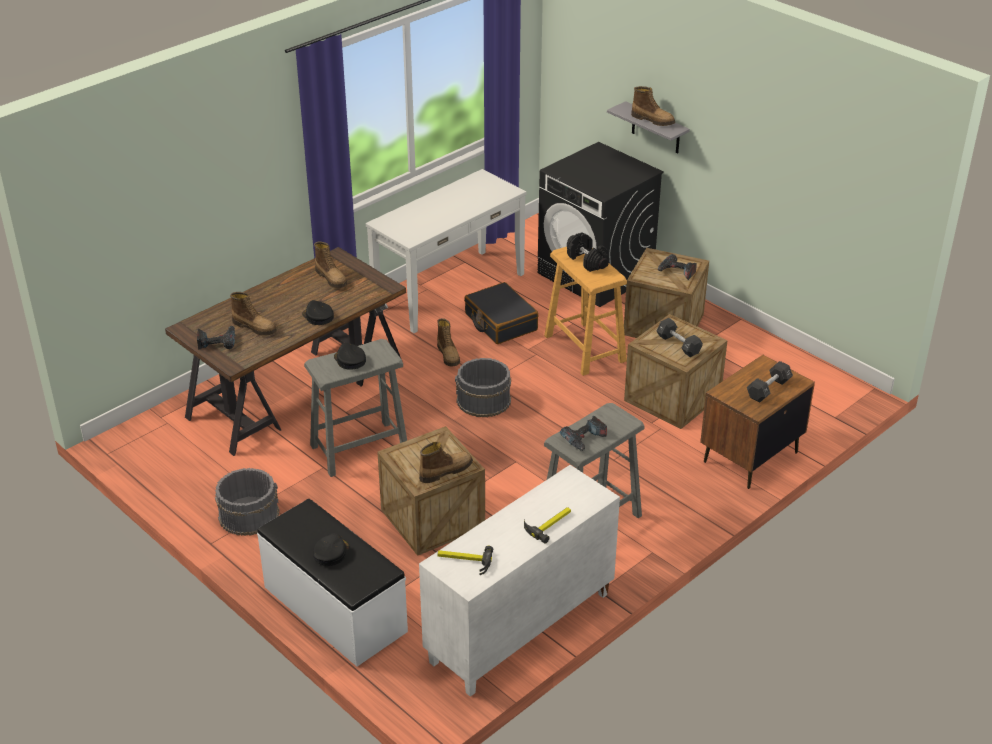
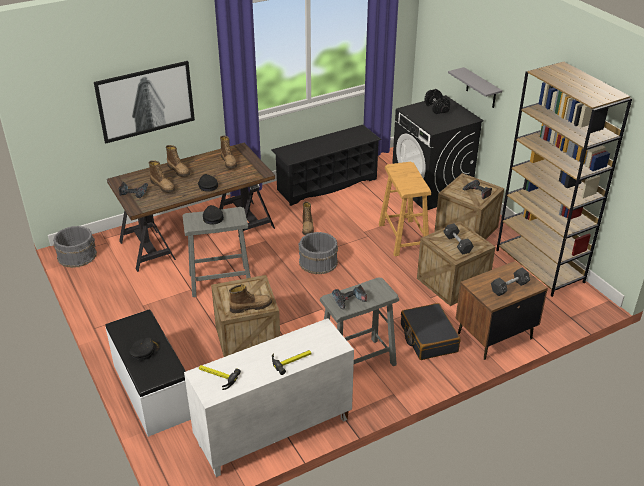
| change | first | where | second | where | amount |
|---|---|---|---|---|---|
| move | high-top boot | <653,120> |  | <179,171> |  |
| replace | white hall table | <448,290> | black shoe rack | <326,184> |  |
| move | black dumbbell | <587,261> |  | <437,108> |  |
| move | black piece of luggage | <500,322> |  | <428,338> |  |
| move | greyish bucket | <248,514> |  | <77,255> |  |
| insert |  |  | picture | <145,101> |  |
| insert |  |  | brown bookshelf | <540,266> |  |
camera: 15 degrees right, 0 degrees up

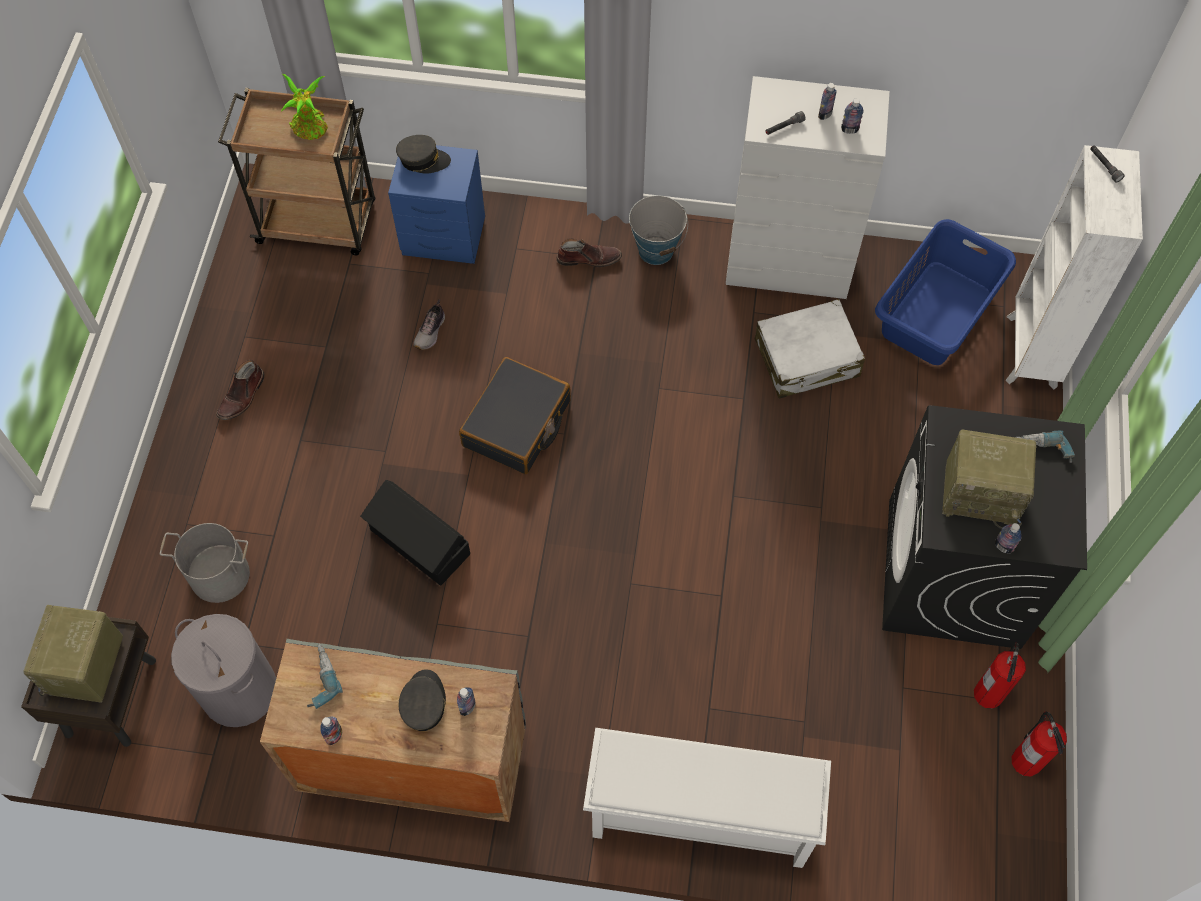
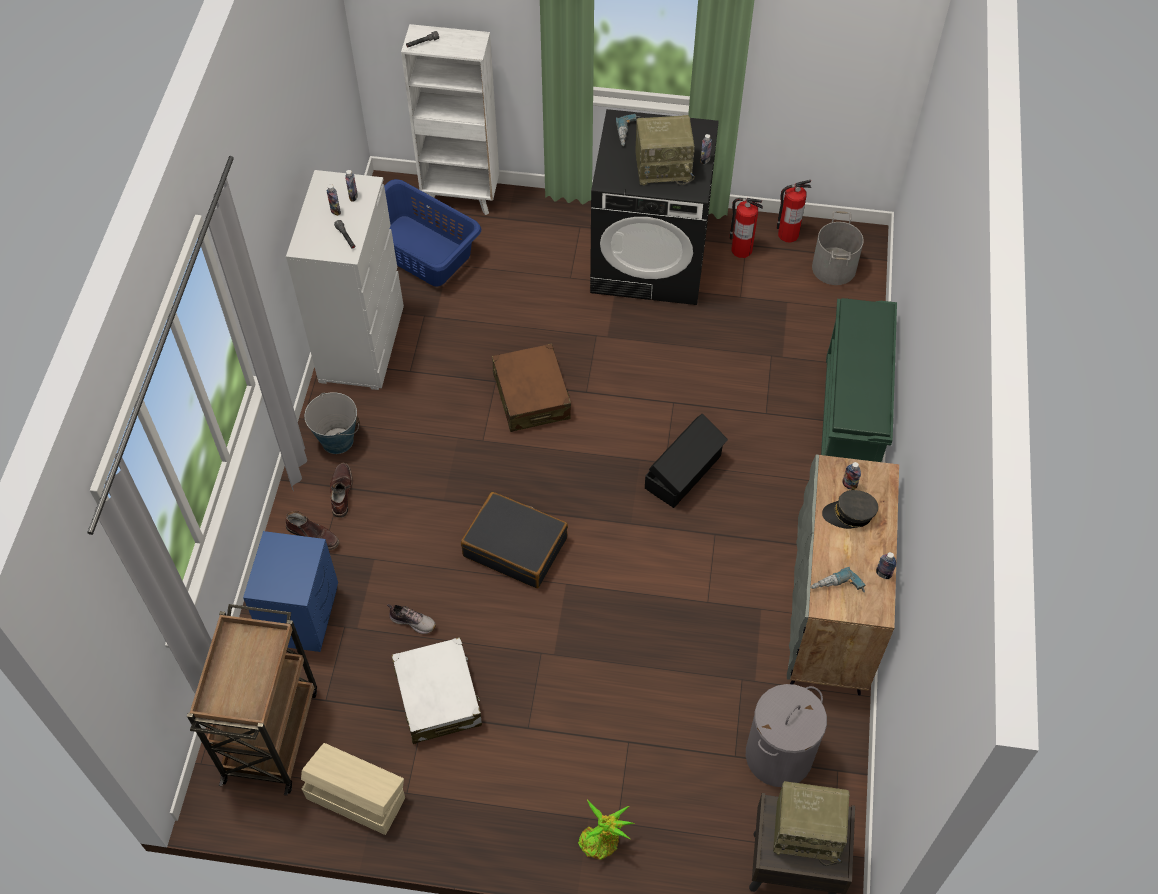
| change | first | where | second | where | amount |
|---|---|---|---|---|---|
| move | plant in a pot | <310,128> |  | <602,840> |  |
| delete | greyish peaked cap | <423,160> |  |  |  |
| move | white piece of luggage | <807,358> |  | <438,696> |  |
| move | brown high-top boot | <242,396> |  | <313,535> |  |
| rotate | radio | <981,493> |  | <664,167> | 75 degrees clockwise |
| move | black storage container | <419,544> |  | <684,472> |  |
| move | greyish bucket | <219,575> |  | <834,268> |  |
| recolor | white shoe rack | <698,818> | green shoe rack | <850,422> |  |
| insert |  |  | brown piece of luggage | <531,396> |  |
| insert |  |  | beige-coloured storage container | <355,796> |  |
camera: 90 degrees left, 5 degrees down

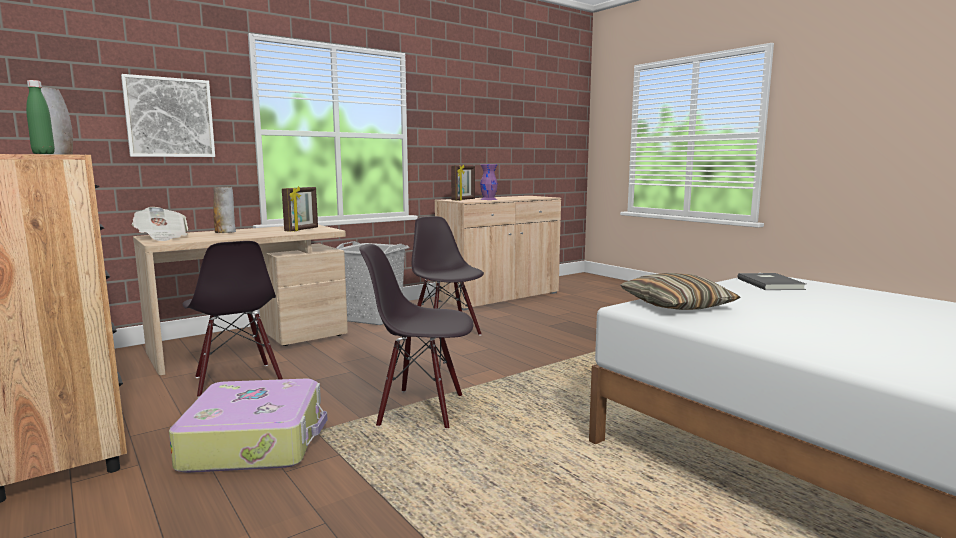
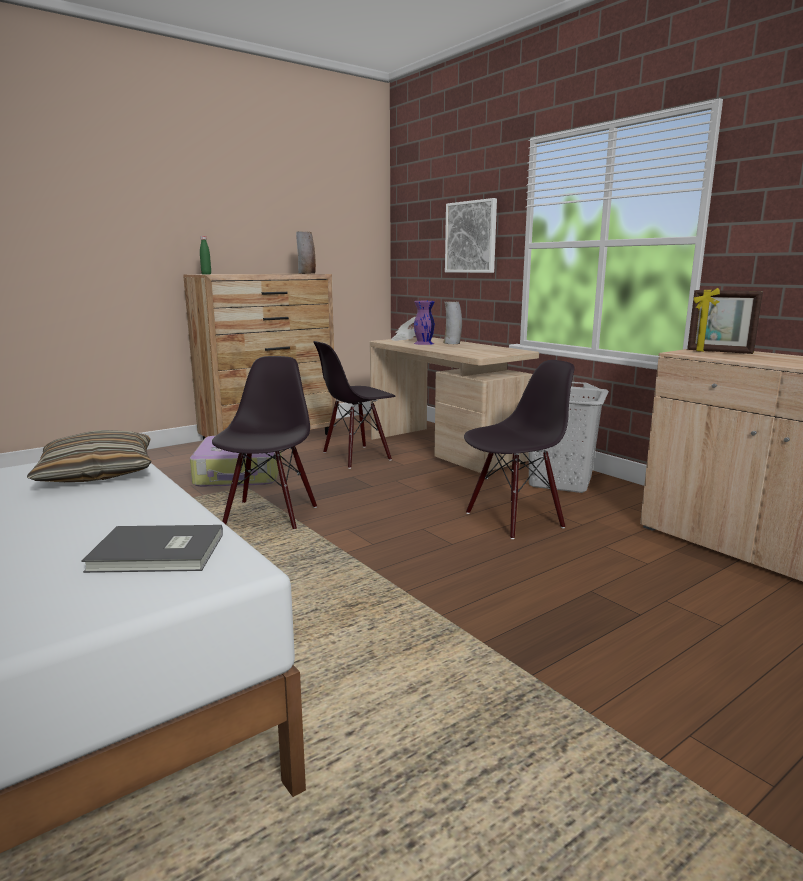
| change | first | where | second | where | amount |
|---|---|---|---|---|---|
| move | purple-coloured flower vase | <489,199> |  | <423,343> |  |
| delete | standing frame | <302,229> |  |  |  |
camera: 90 degrees right, 5 degrees up

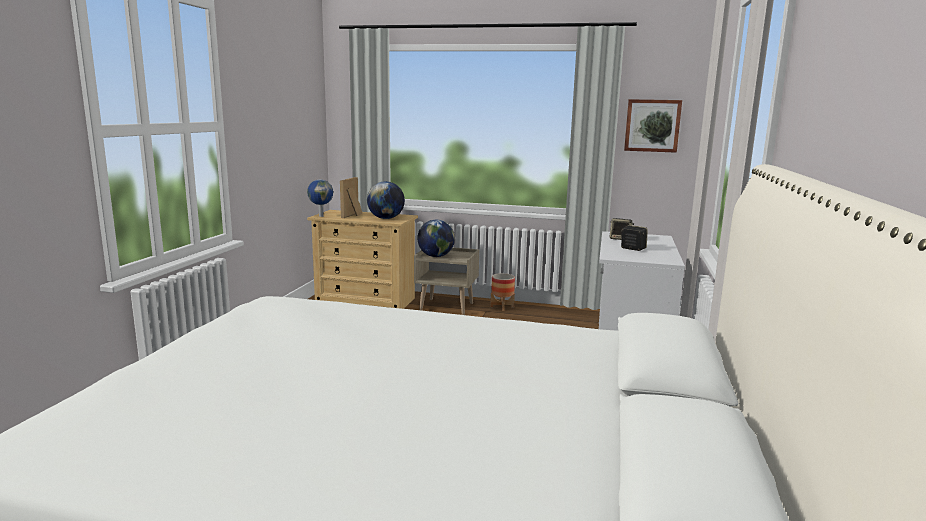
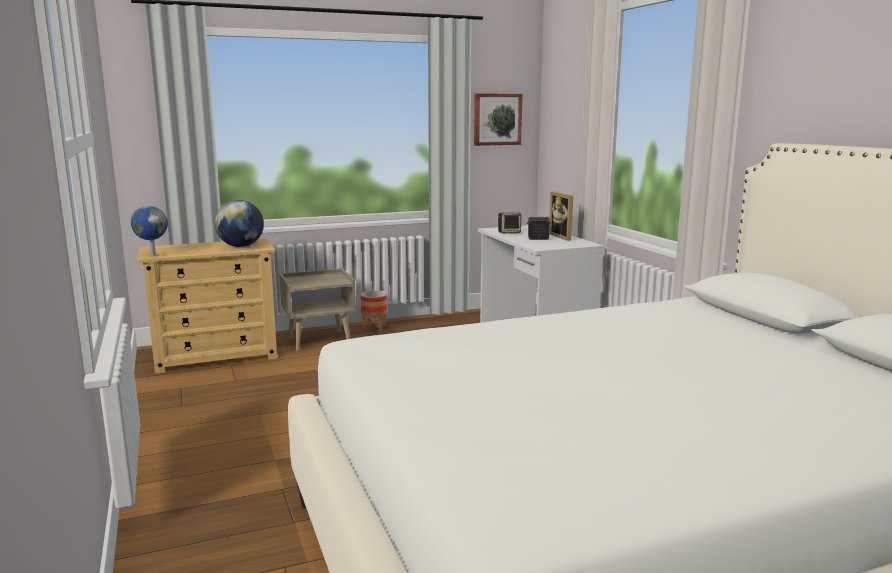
| change | first | where | second | where | amount |
|---|---|---|---|---|---|
| move | standing frame | <353,215> |  | <564,236> |  |
| delete | desk globe | <436,256> |  |  |  |
camera: 35 degrees left, 0 degrees up

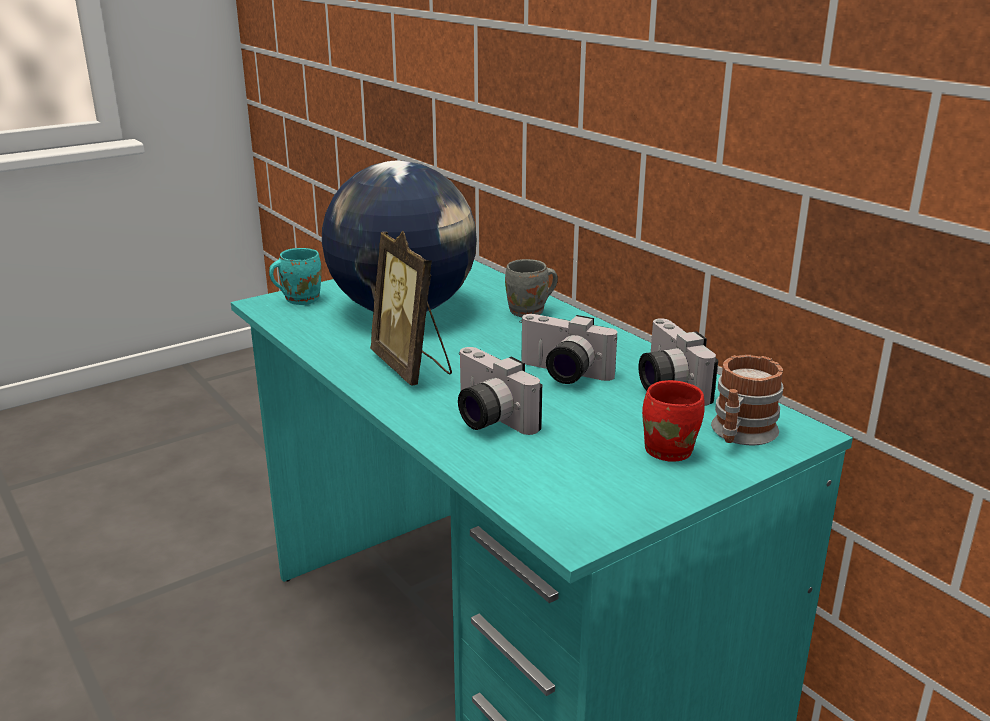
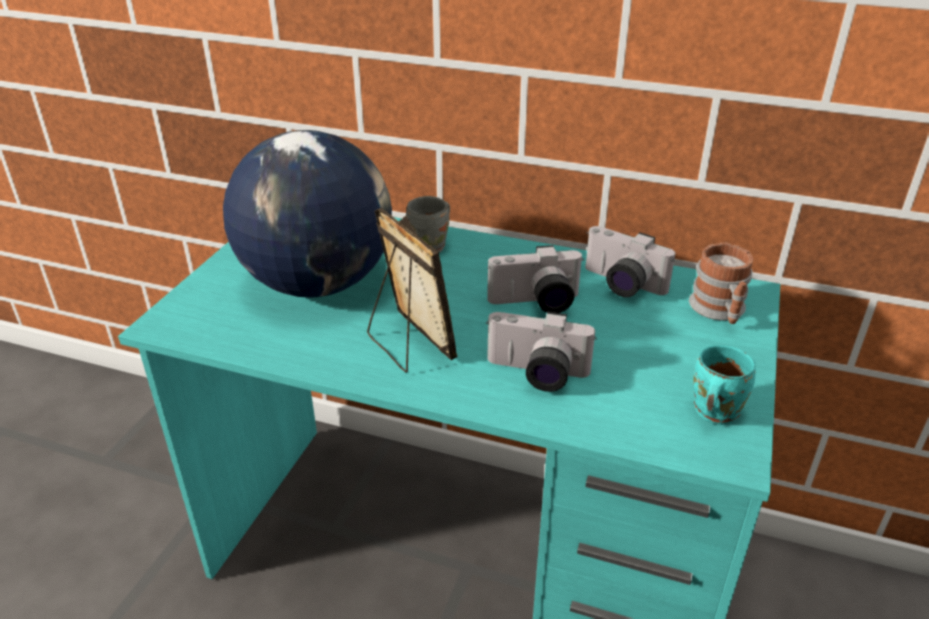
| change | first | where | second | where | amount |
|---|---|---|---|---|---|
| rotate | standing frame | <412,367> |  | <408,345> | 150 degrees counterclockwise |
| move | turquoise-coloured coffee mug | <299,299> |  | <712,412> |  |
| delete | red coffee mug | <671,449> |  |  |  |
camera: 35 degrees left, 10 degrees up

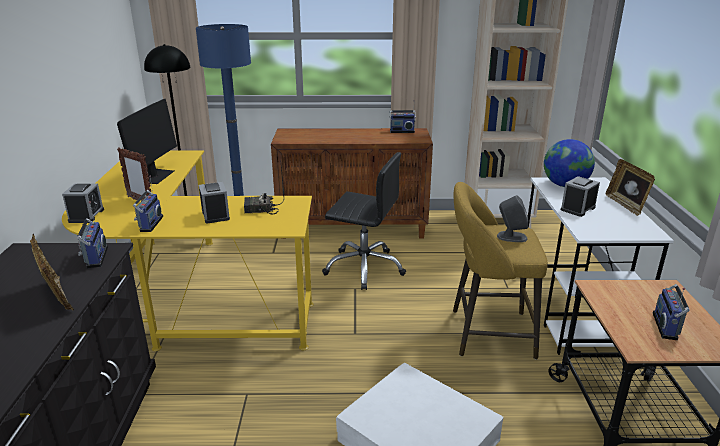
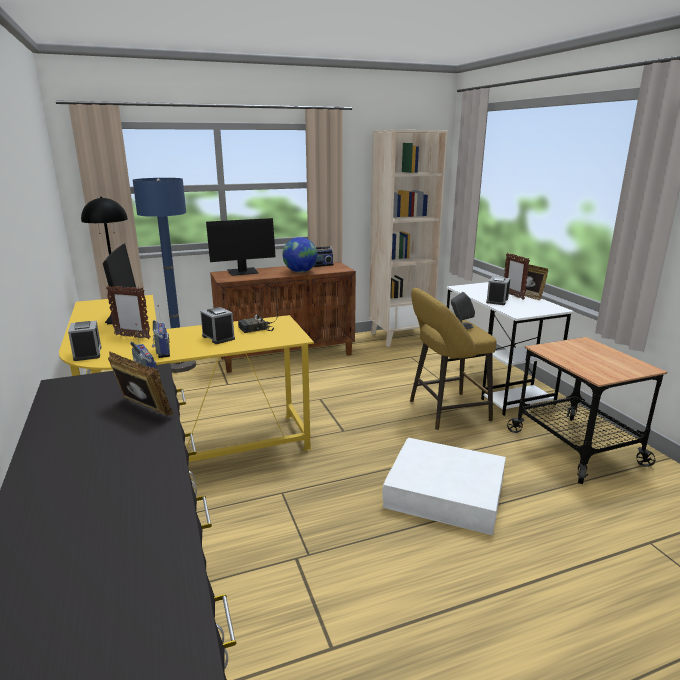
| change | first | where | second | where | amount |
|---|---|---|---|---|---|
| move | desk globe | <565,185> |  | <300,272> |  |
| delete | black computer chair | <364,267> |  |  |  |
| delete | radio | <667,326> |  |  |  |
| insert |  |  | computer screen | <242,272> |  |
| insert |  |  | standing frame | <513,295> |  |
camera: 20 degrees left, 5 degrees down

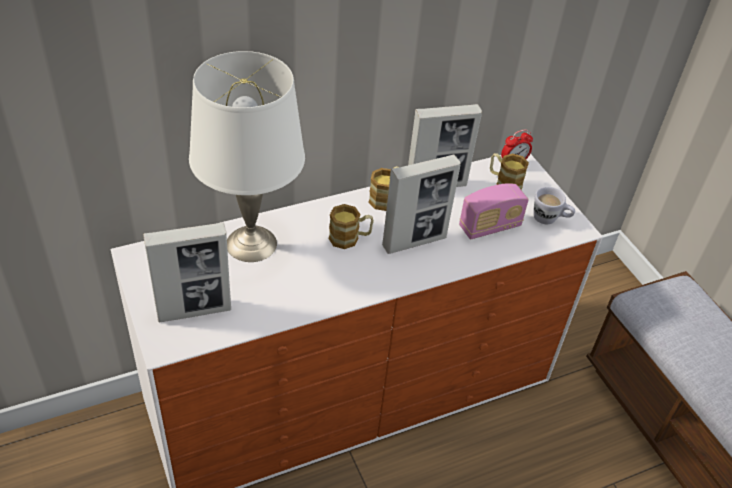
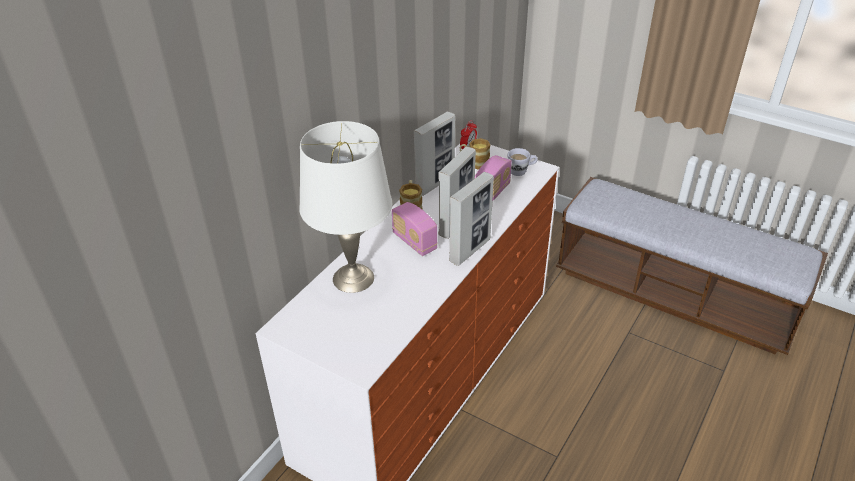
| change | first | where | second | where | amount |
|---|---|---|---|---|---|
| replace | coffee mug | <350,238> | radio | <414,242> |  |
| move | standing frame | <194,311> |  | <470,250> |  |
camera: 30 degrees left, 5 degrees down

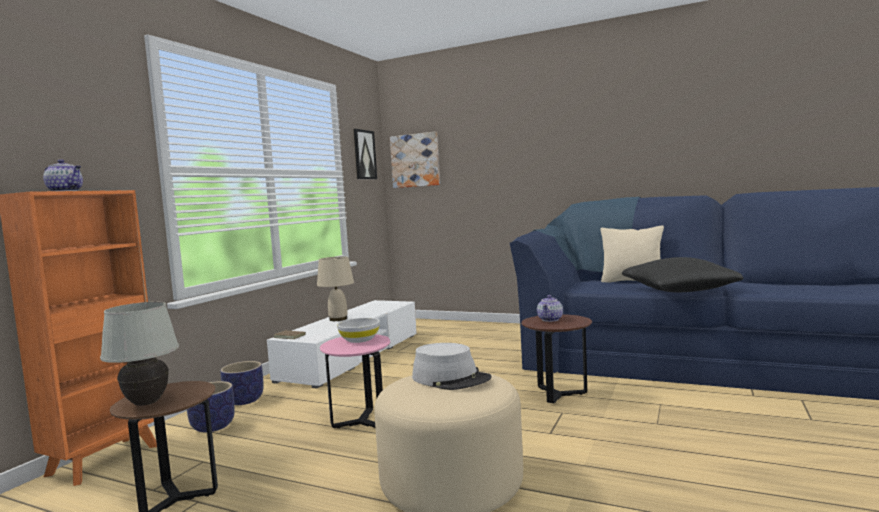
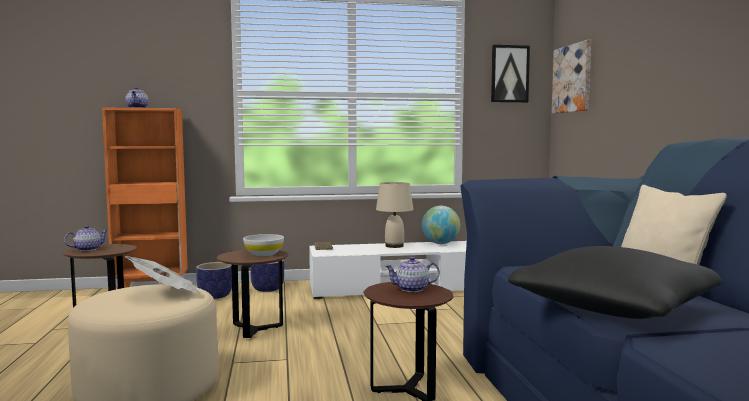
| change | first | where | second | where | amount |
|---|---|---|---|---|---|
| replace | white lamp for a table | <146,403> | teapot | <87,249> |  |
| recolor | pink-coloured accent table | <361,422> | brown accent table | <255,330> |  |
| replace | greyish hat | <451,378> | newspaper | <166,294> |  |
| insert |  |  | desk globe | <440,243> |  |
camera: 55 degrees right, 0 degrees up

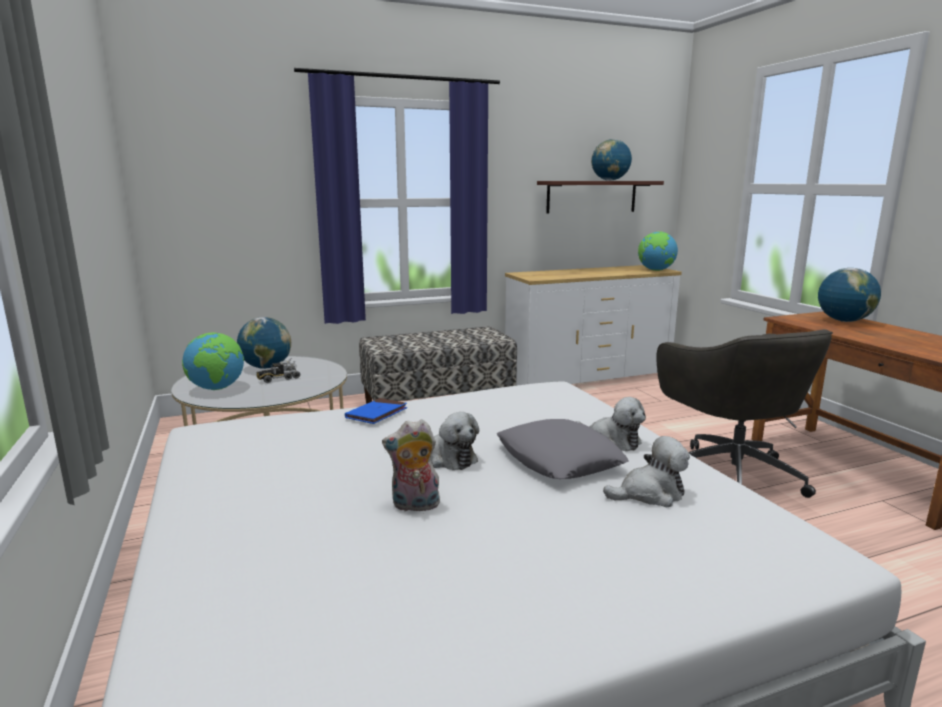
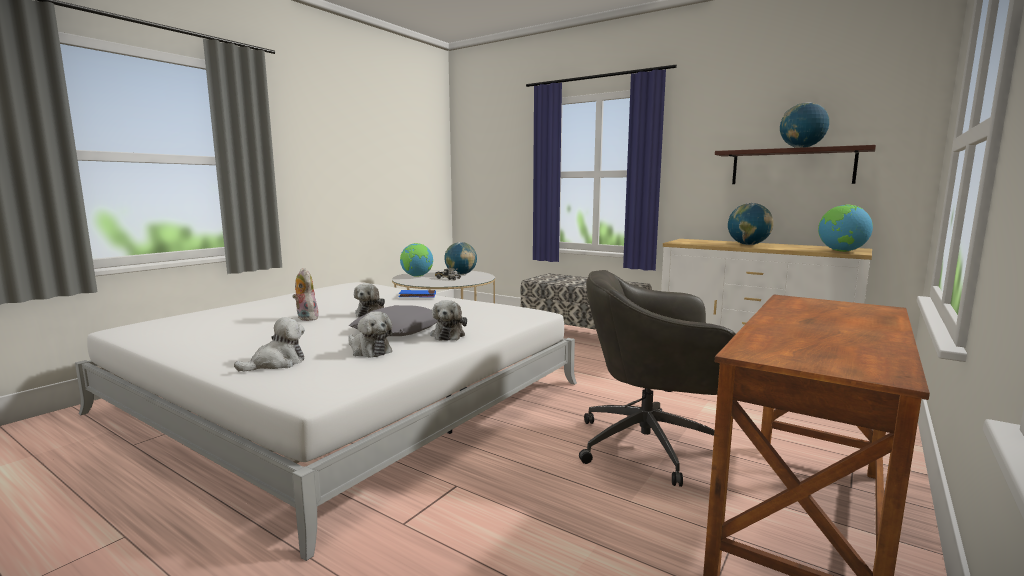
| change | first | where | second | where | amount |
|---|---|---|---|---|---|
| move | desk globe | <844,321> |  | <748,245> |  |
| rotate | greyish computer chair | <730,473> |  | <651,446> | 60 degrees clockwise |
| insert |  |  | soft toy | <277,363> |  |
camera: 55 degrees right, 5 degrees down

